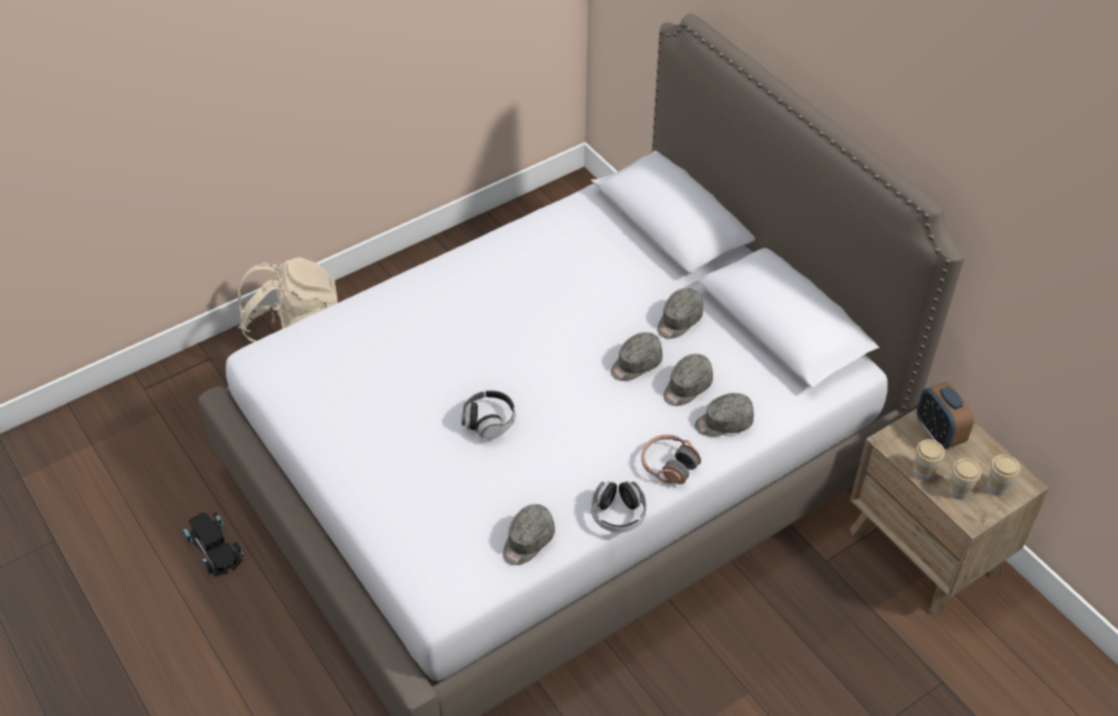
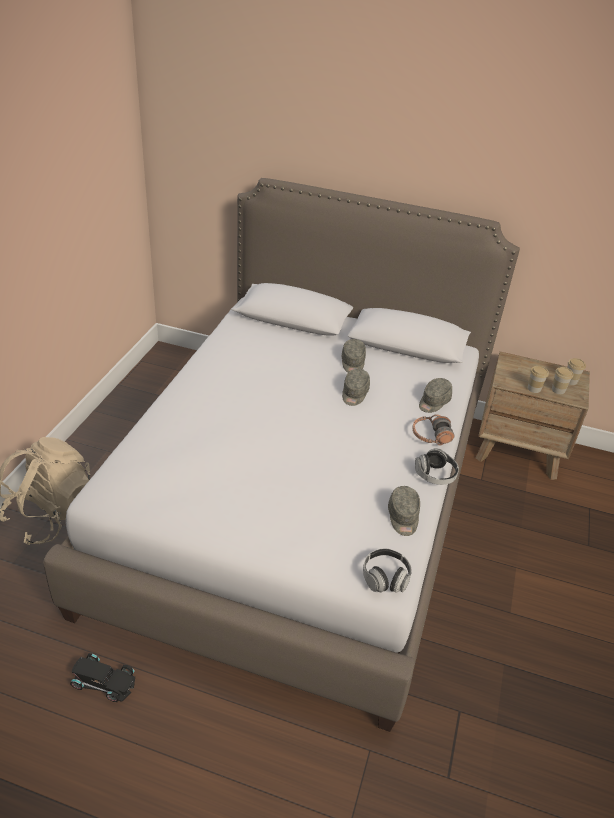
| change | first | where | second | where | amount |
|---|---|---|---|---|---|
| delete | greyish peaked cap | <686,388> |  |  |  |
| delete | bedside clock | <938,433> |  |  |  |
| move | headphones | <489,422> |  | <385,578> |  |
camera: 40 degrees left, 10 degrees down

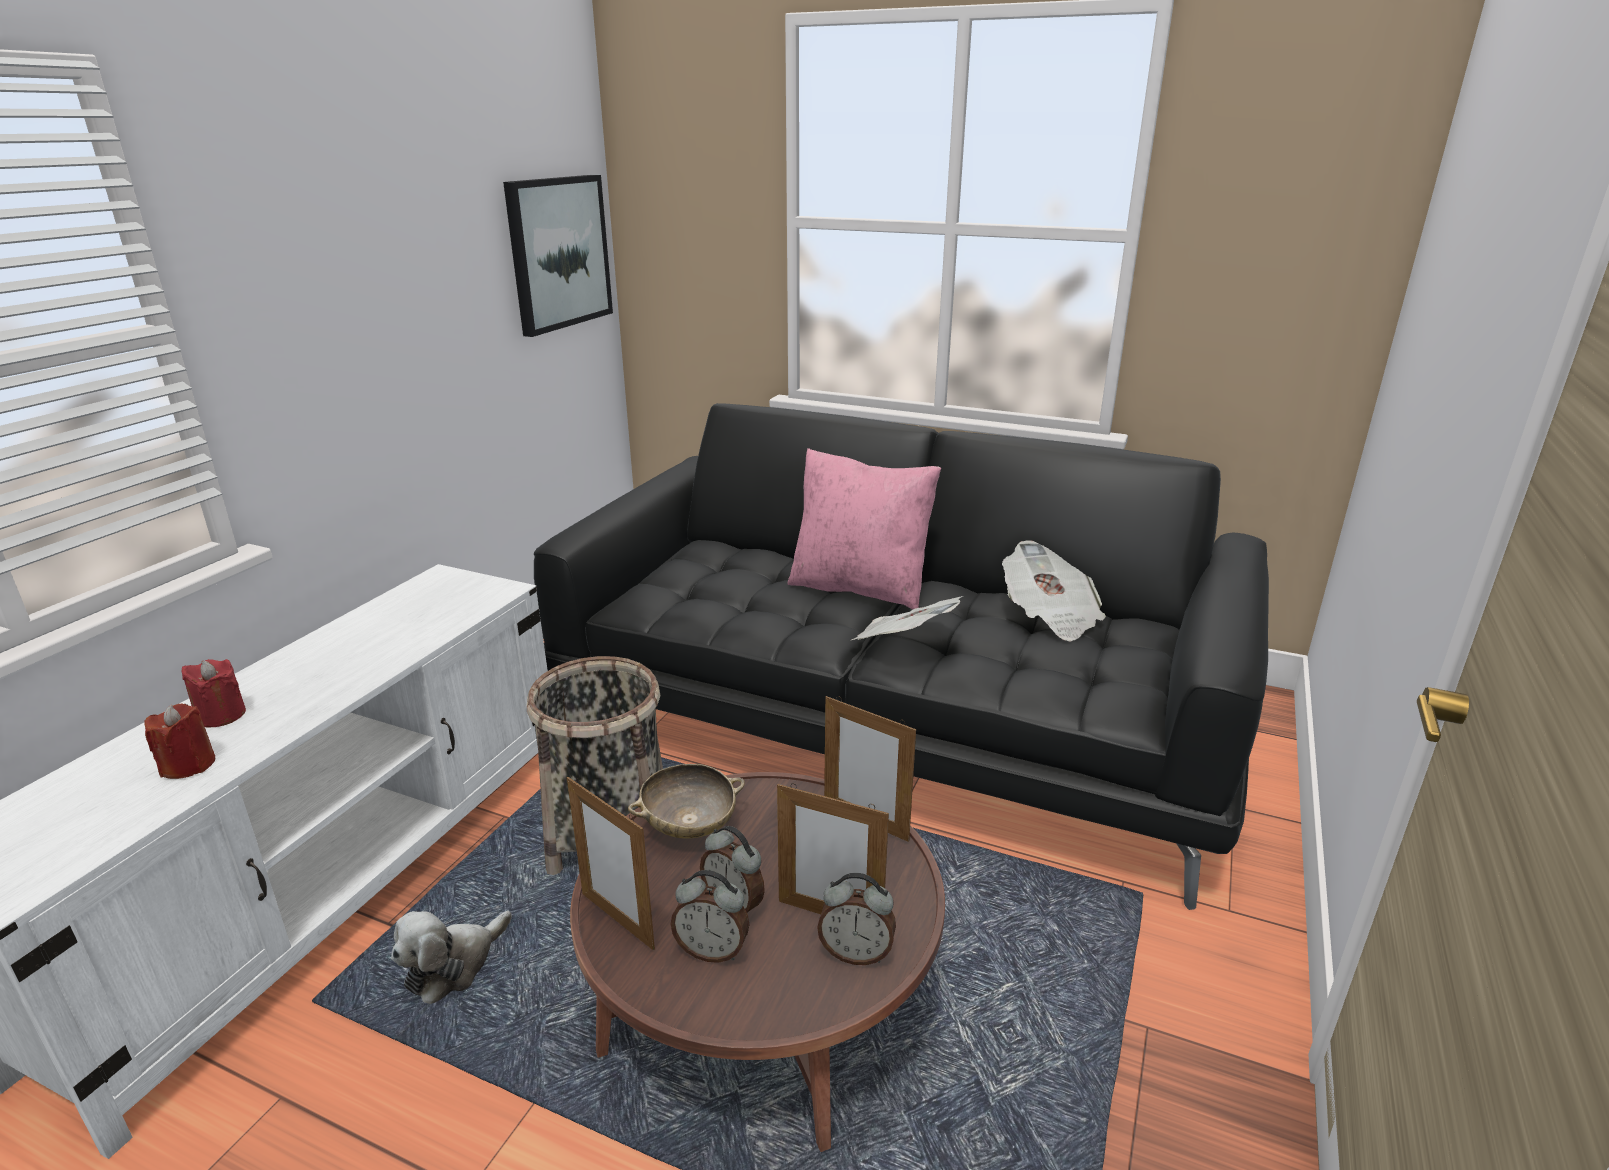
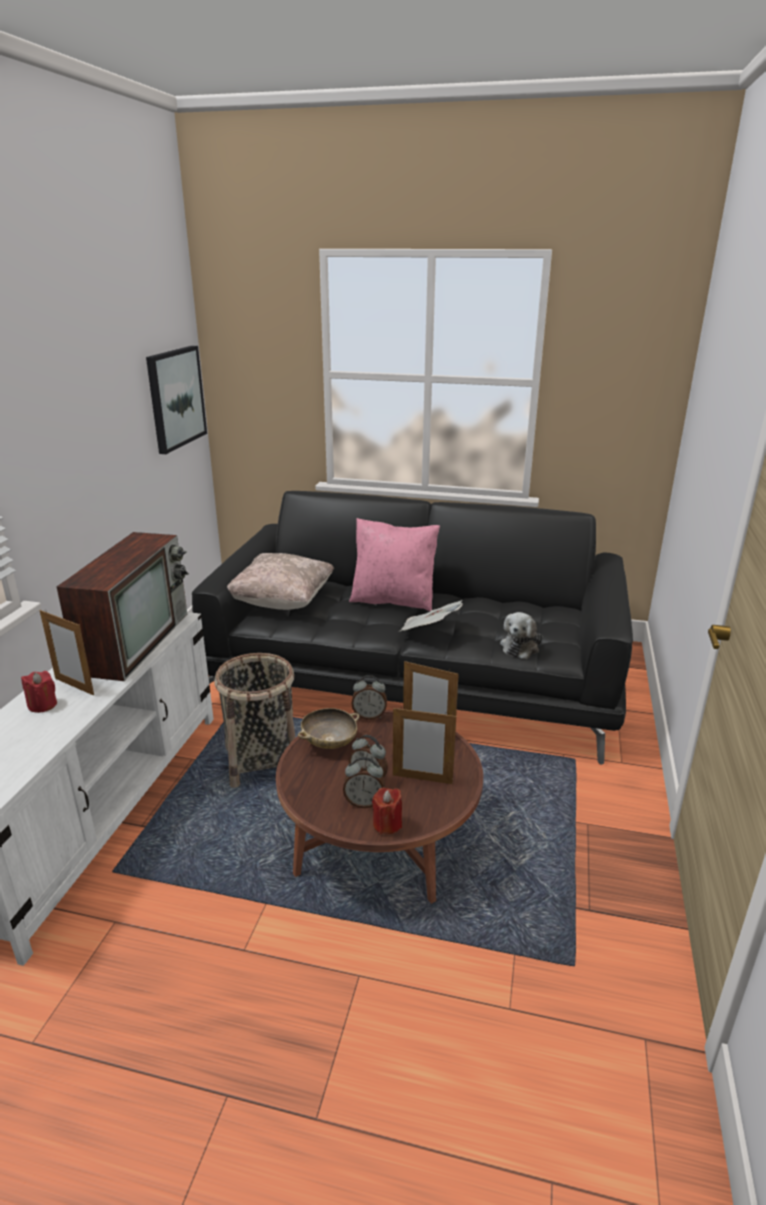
| change | first | where | second | where | amount |
|---|---|---|---|---|---|
| delete | newspaper | <1050,615> |  |  |  |
| move | red candle | <189,765> |  | <387,824> |  |
| move | standing frame | <617,920> |  | <74,686> |  |
| move | bedside clock | <856,953> |  | <369,716> |  |
| move | soft toy | <453,966> |  | <520,646> |  |
| insert |  |  | TV set | <136,641> |  |
| insert |  |  | beige-coloured cushion | <282,601> |  |
camera: 10 degrees left, 0 degrees up

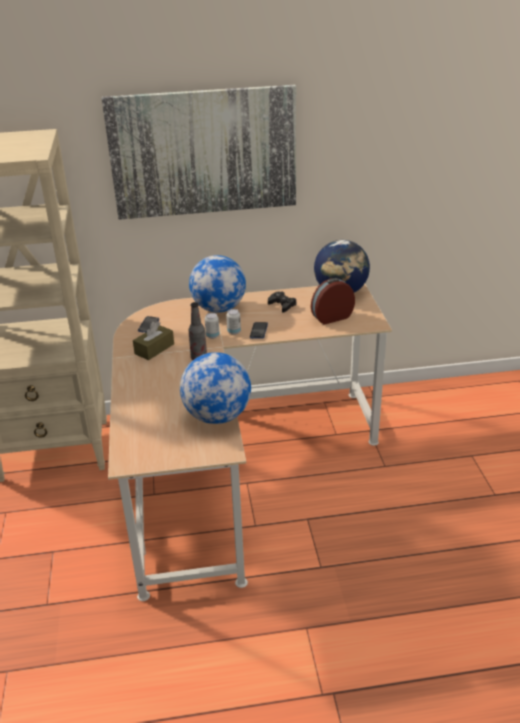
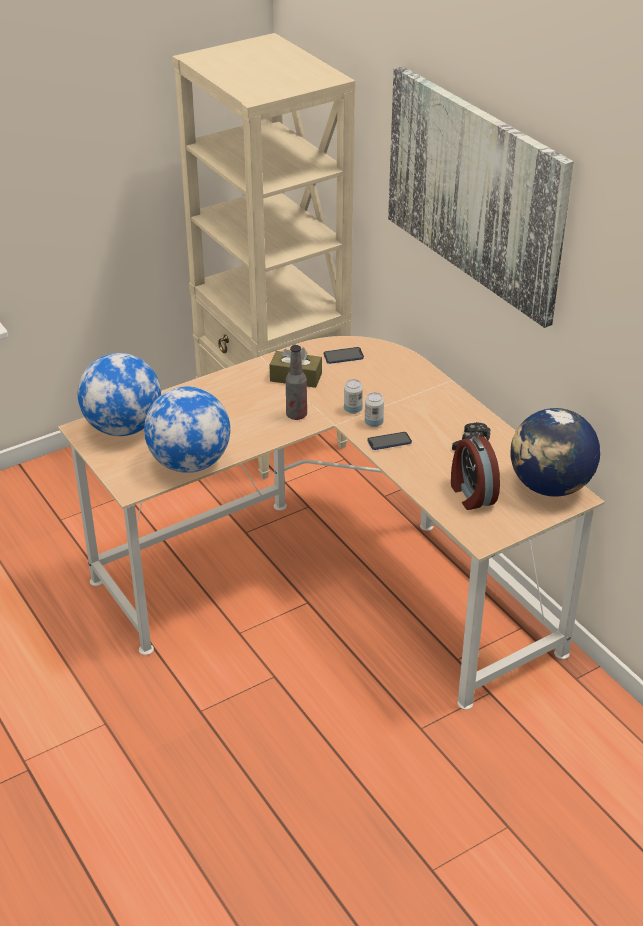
| change | first | where | second | where | amount |
|---|---|---|---|---|---|
| move | desk globe | <219,308> |  | <123,428> |  |
| rotate | bedside clock | <331,317> |  | <471,494> | 150 degrees counterclockwise |
camera: 65 degrees right, 5 degrees up

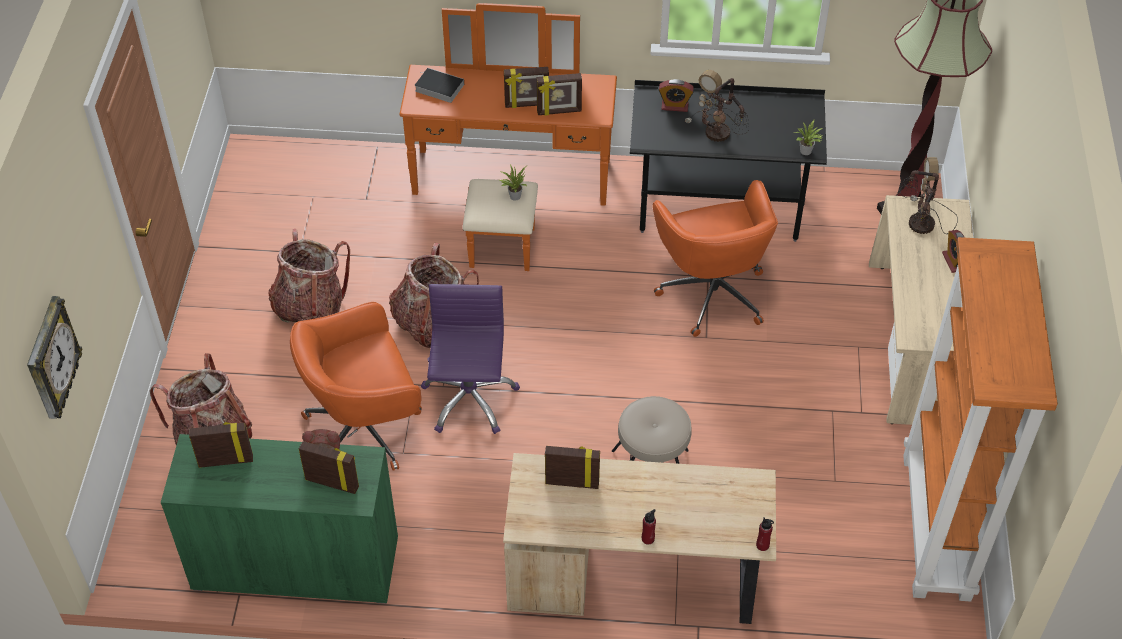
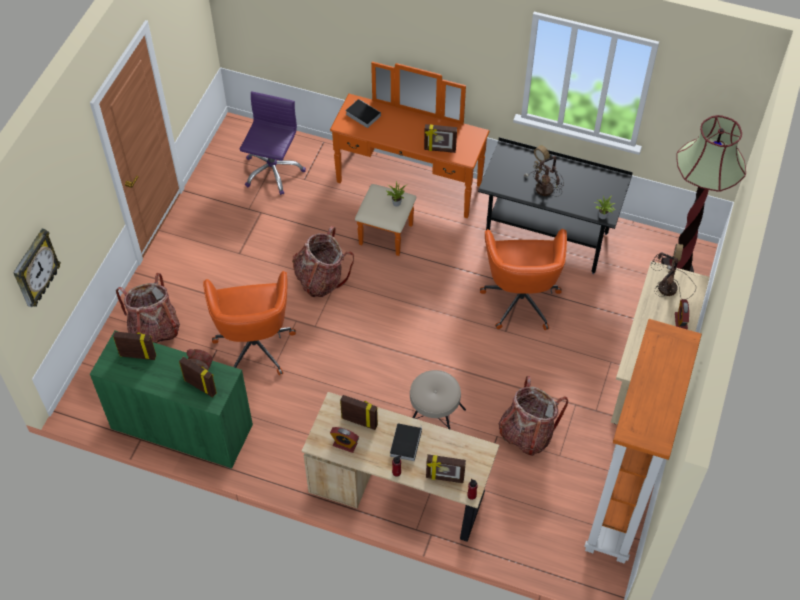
| change | first | where | second | where | amount |
|---|---|---|---|---|---|
| move | standing frame | <527,104> |  | <444,478> |  |
| move | bedside clock | <674,106> |  | <345,444> |  |
| move | knapsack | <310,307> |  | <526,433> |  |
| move | purple-coloured computer chair | <469,399> |  | <272,171> |  |
| rotate | orange-coloured computer chair | <365,428> |  | <254,344> | 90 degrees counterclockwise |
| insert |  |  | bound book | <405,442> |  |
camera: 15 degrees right, 5 degrees up

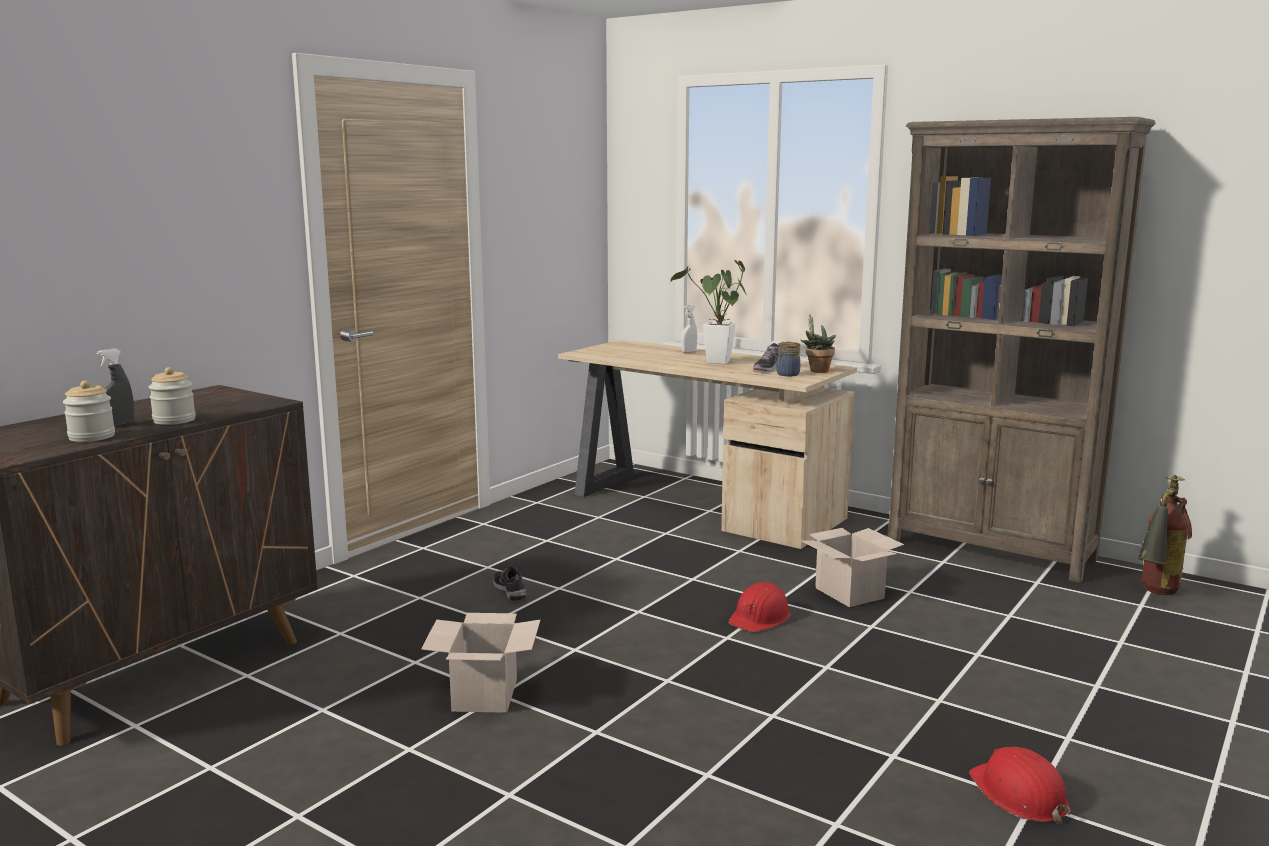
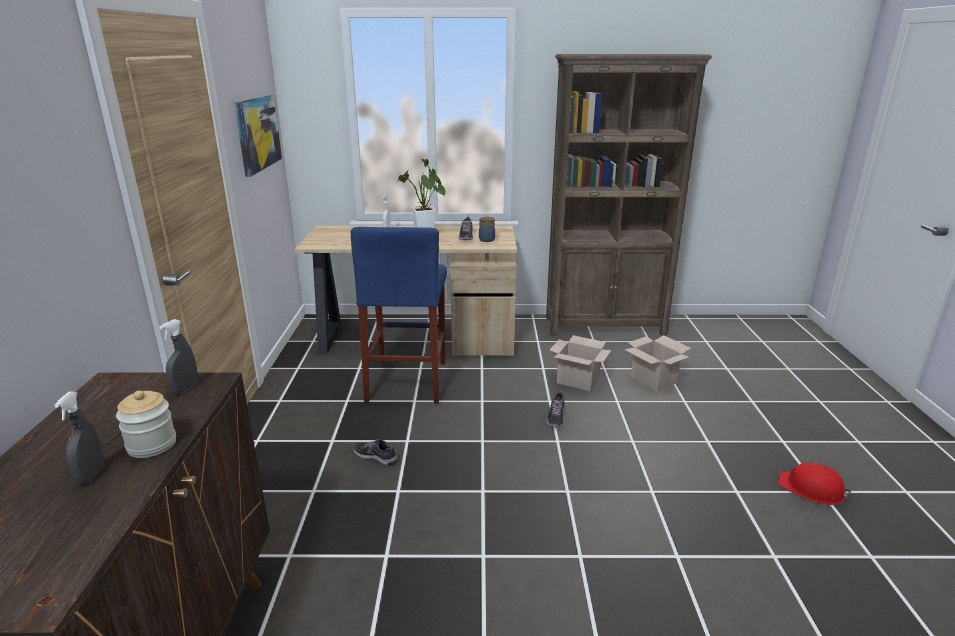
| change | first | where | second | where | amount |
|---|---|---|---|---|---|
| delete | plant in a pot | <817,370> |  |  |  |
| delete | jar | <92,437> |  |  |  |
| delete | extinguisher | <1155,594> |  |  |  |
| replace | red work helmet | <760,617> | low shoe | <556,417> |  |
| move | packing box | <484,694> |  | <652,379> |  |
| insert |  |  | picture | <257,133> |  |
| insert |  |  | blue sitting stool | <407,381> |  |
| insert |  |  | greyish spray bottle | <186,389> |  |
camera: 35 degrees left, 10 degrees up

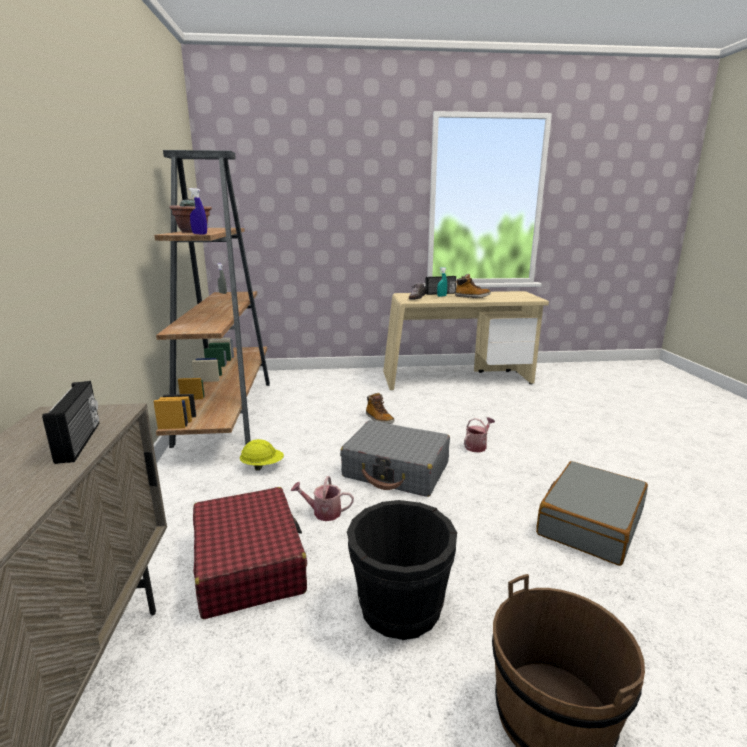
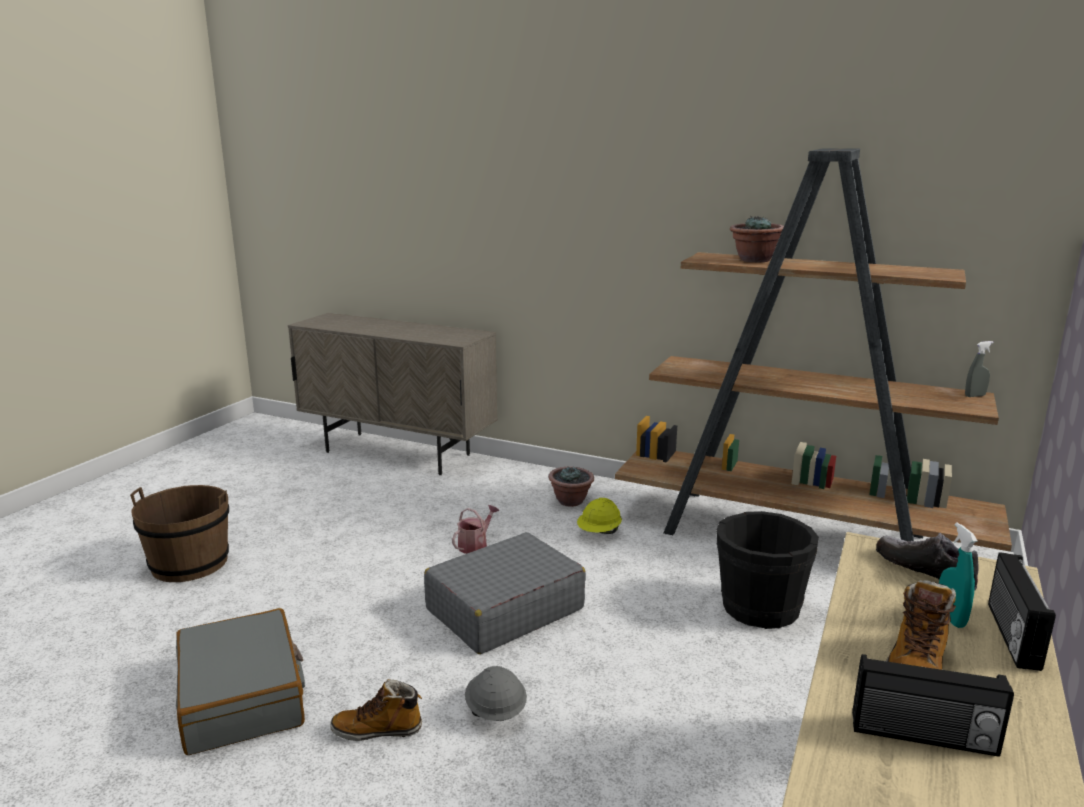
| change | first | where | second | where | amount |
|---|---|---|---|---|---|
| delete | blue spray bottle | <199,234> |  |  |  |
| move | radio | <80,441> |  | <923,737> |  |
| move | high-top boot | <379,419> |  | <378,730> |  |
| replace | watering can | <477,446> | greyish work helmet | <495,711> |  |
| delete | red piece of luggage | <249,563> |  |  |  |
| move | black bucket | <400,608> |  | <759,608> |  |
| insert |  |  | plant in a pot | <571,501> |  |
camera: 120 degrees right, 0 degrees up

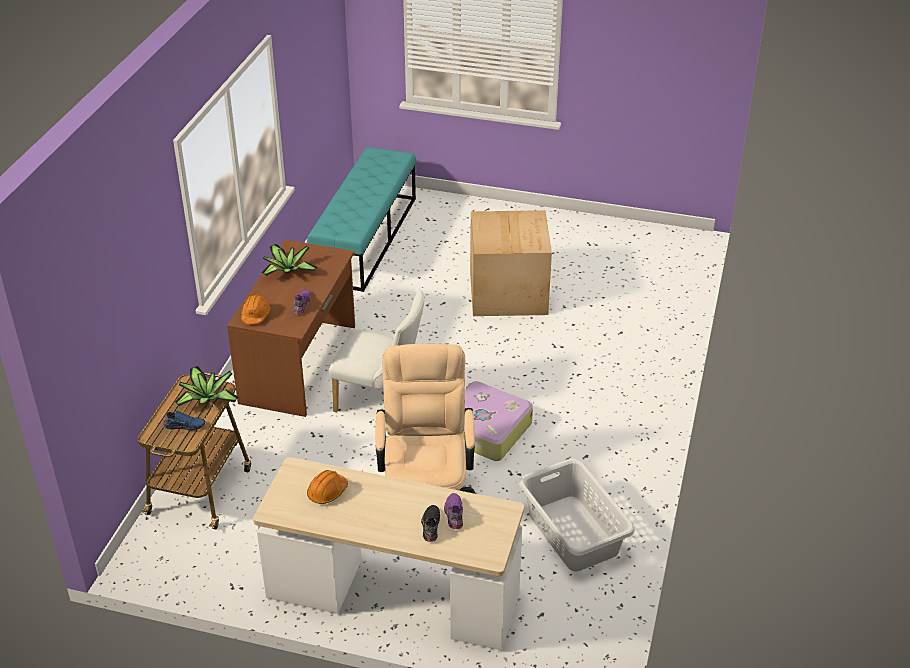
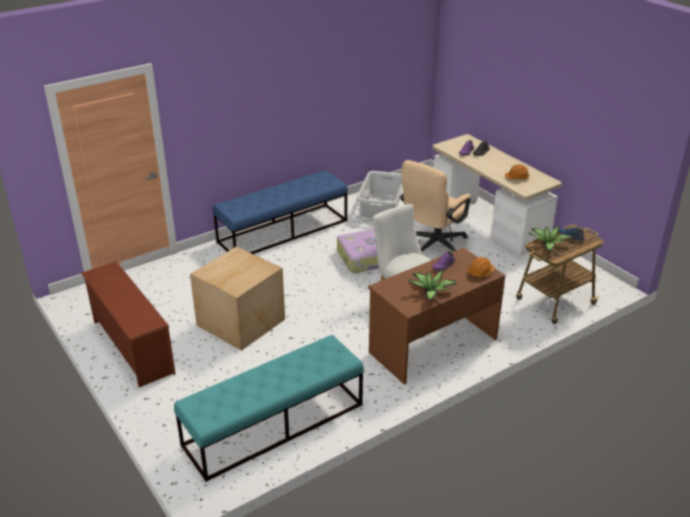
| change | first | where | second | where | amount |
|---|---|---|---|---|---|
| insert |  |  | blue bench | <283,231> |  |
| insert |  |  | brown shoe rack | <131,346> |  |
camera: 140 degrees left, 5 degrees down

